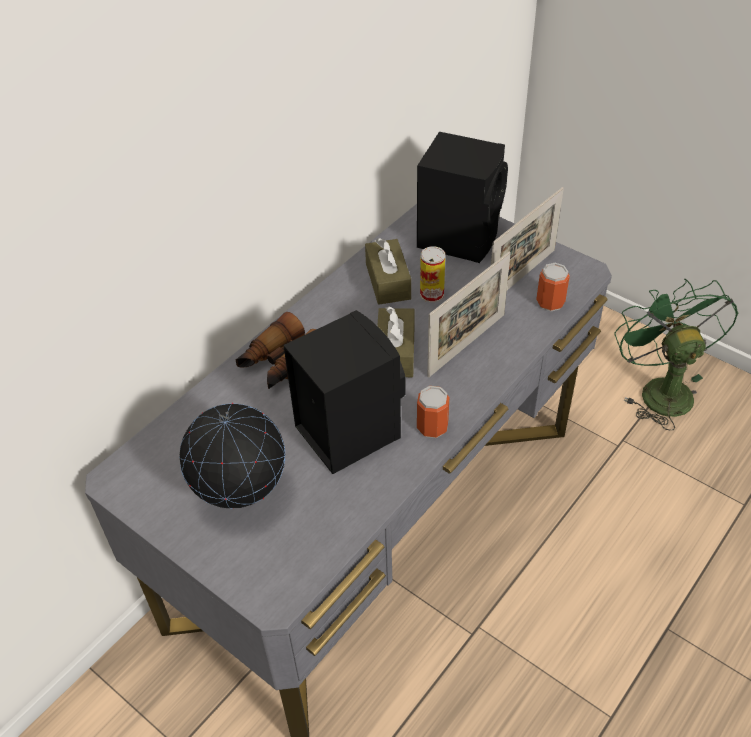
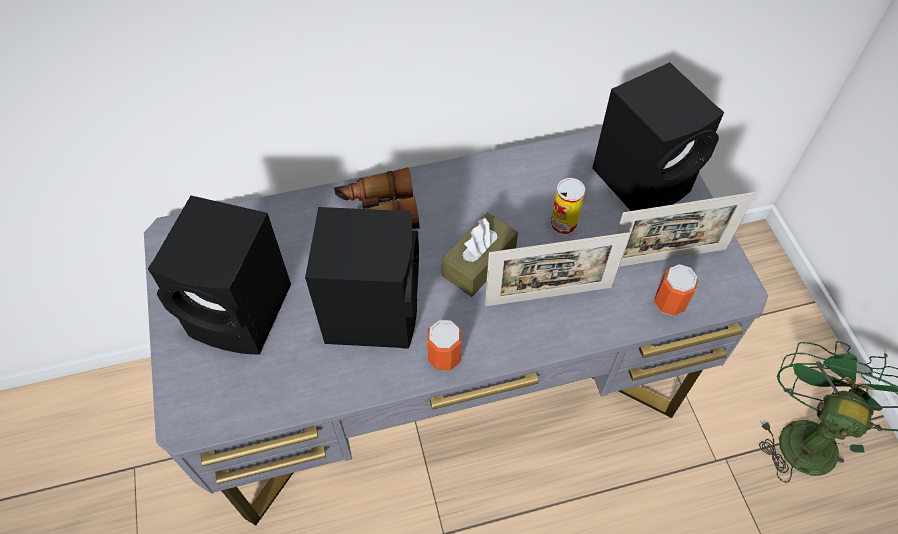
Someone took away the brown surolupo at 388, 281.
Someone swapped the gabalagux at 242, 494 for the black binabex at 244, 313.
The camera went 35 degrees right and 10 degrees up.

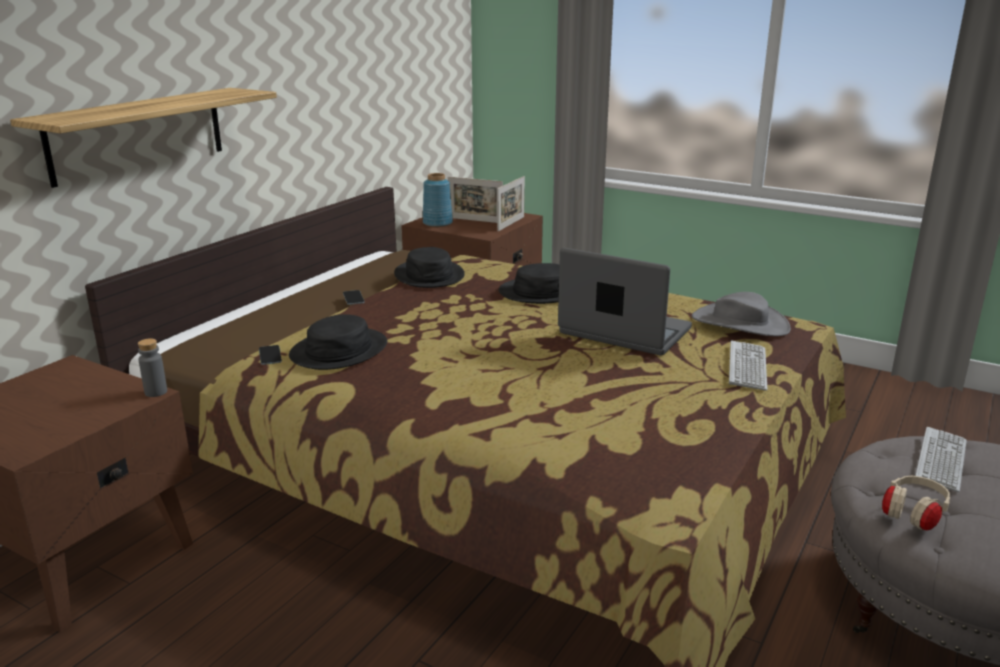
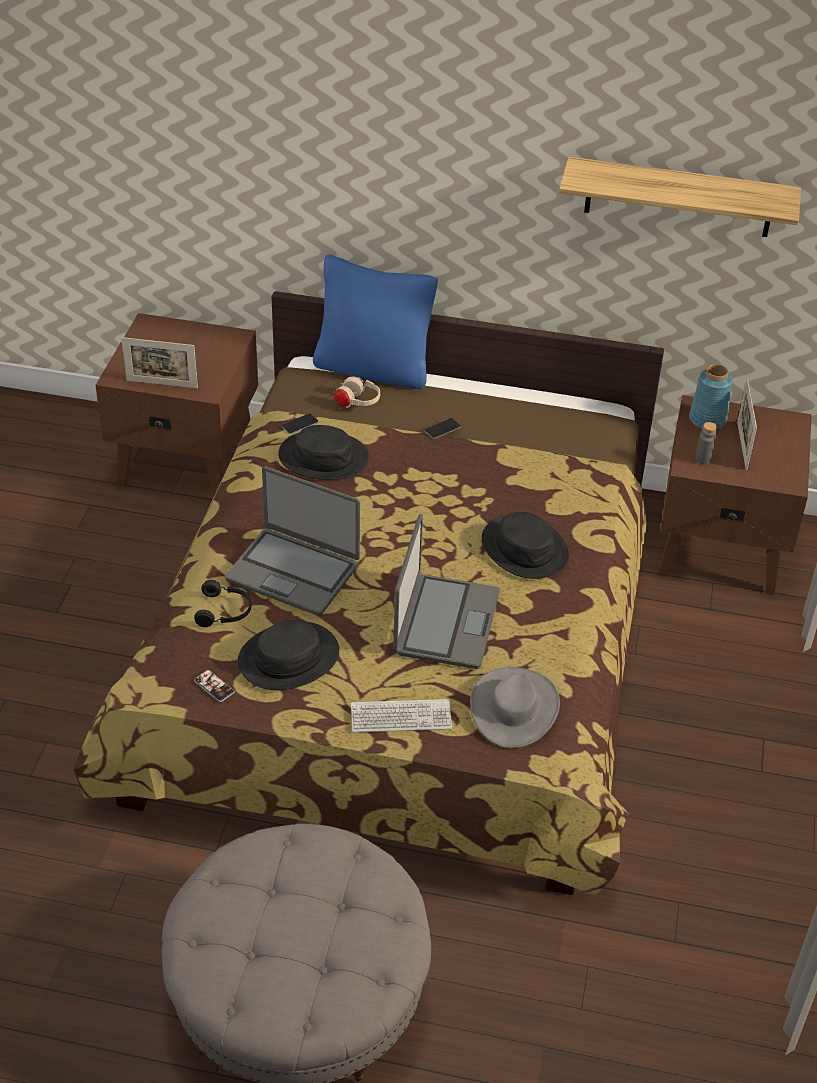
Someone carried the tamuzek from 138, 134 to 679, 197.
Someone carried the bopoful from 511, 224 to 162, 384.
Someone carried the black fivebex from 429, 275 to 289, 658.
Someone carried the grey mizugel from 156, 392 to 703, 459.
Someone took away the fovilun at 941, 460.
Someone carried the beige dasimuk from 913, 516 to 357, 403.
Someone put down the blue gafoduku at 373, 368.
Someone put down the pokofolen at 293, 572.
Someone put down the black dasimuk at 225, 611.
Someone put down the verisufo at 214, 686.
The camera went 70 degrees right and 20 degrees up.

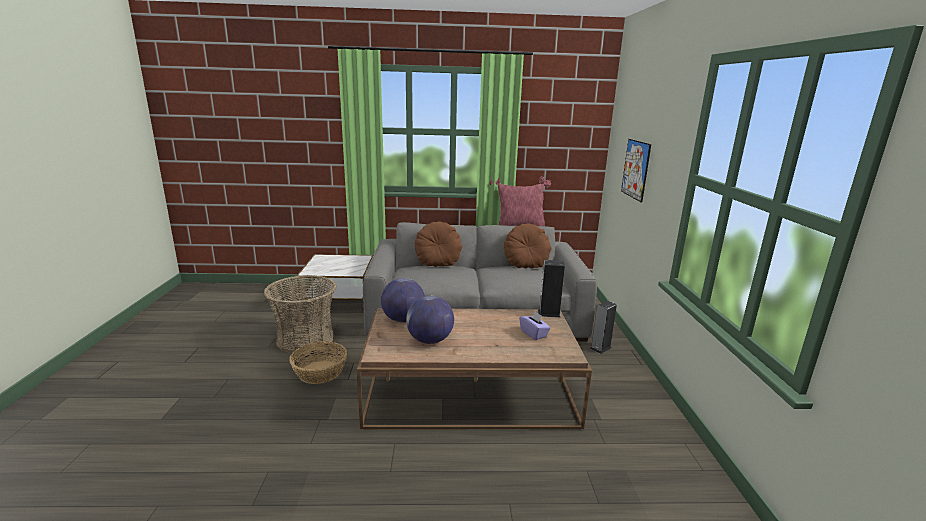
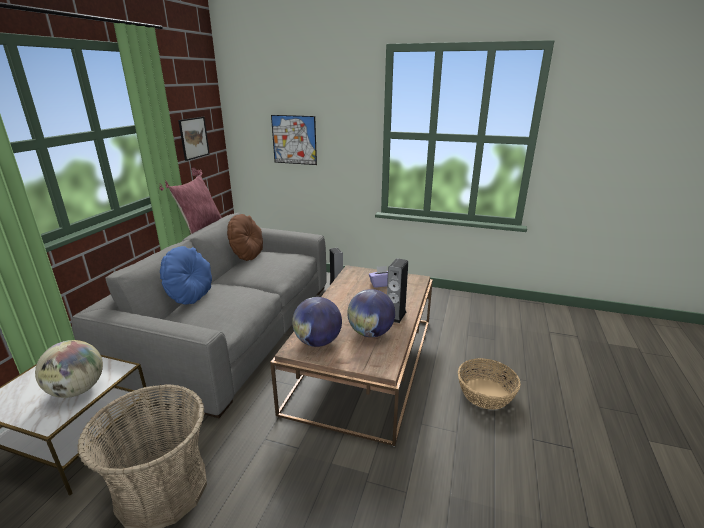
Someone repainted the brown gafoduku at 438, 264, which became the blue gafoduku at 191, 298.
Someone carried the binabex from 549, 313 to 395, 315.
Someone carried the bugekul from 320, 372 to 485, 393.
Someone put up the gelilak at 194, 138.
Someone put down the gabalagux at 77, 390.
The camera went 70 degrees left and 5 degrees up.

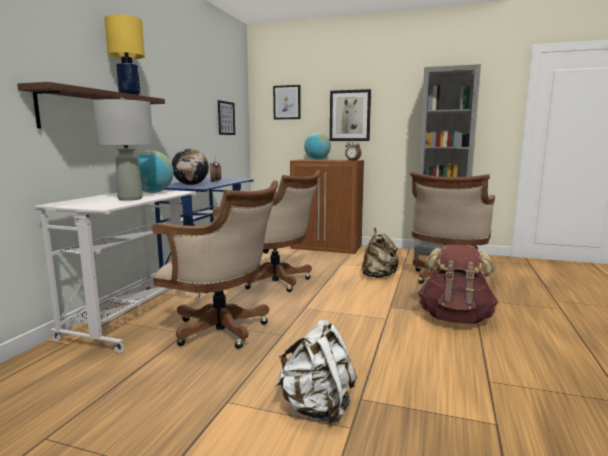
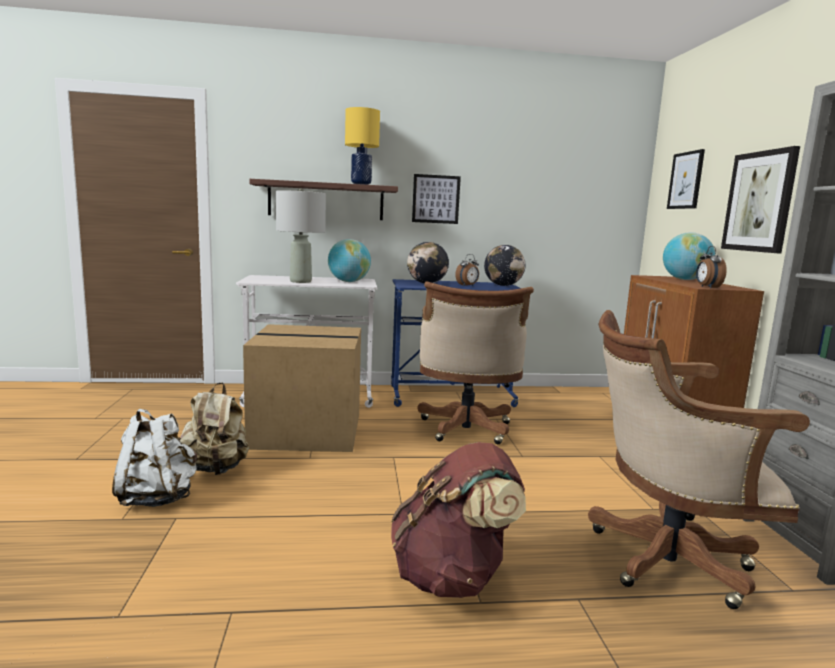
Someone carried the gelilak from 226, 118 to 436, 199.
Someone swapped the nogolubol at 224, 330 for the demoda at 305, 431.
Someone carried the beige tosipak from 378, 276 to 216, 469.
Someone put down the gabalagux at 503, 285.
The camera went 65 degrees right and 0 degrees up.

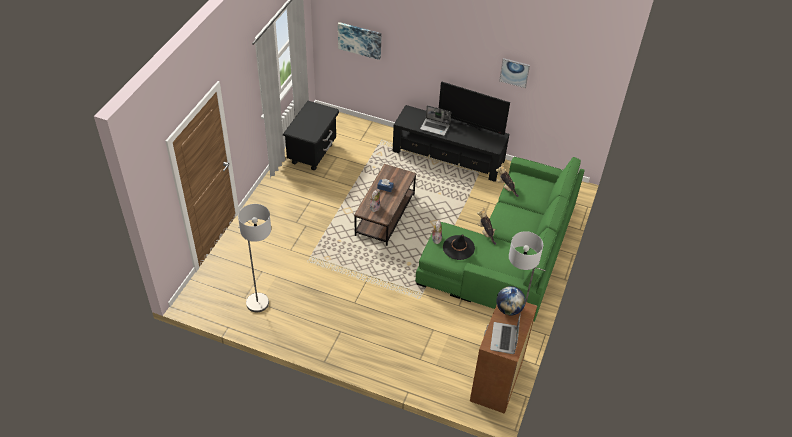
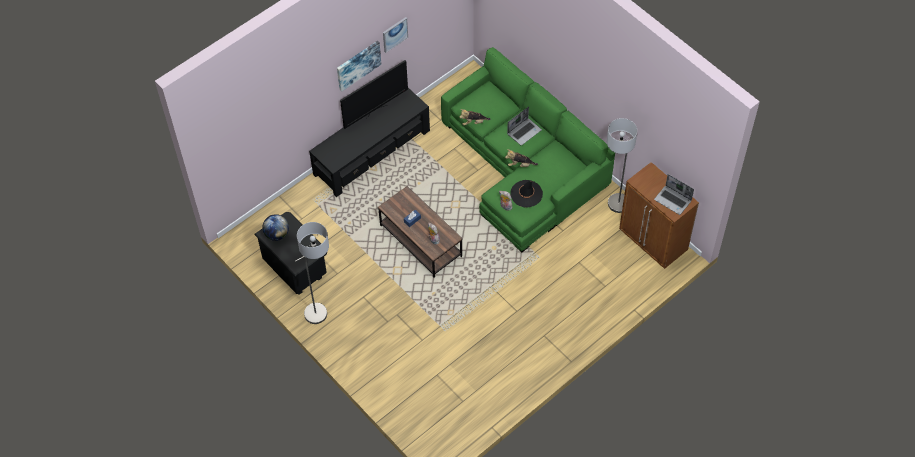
Someone carried the gelilak from 360, 40 to 358, 65.
Someone carried the pokofolen from 435, 127 to 524, 131.
Someone carried the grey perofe from 263, 306 to 321, 310.
Someone carried the gabalagux from 508, 309 to 277, 234.
The camera went 60 degrees left and 10 degrees up.

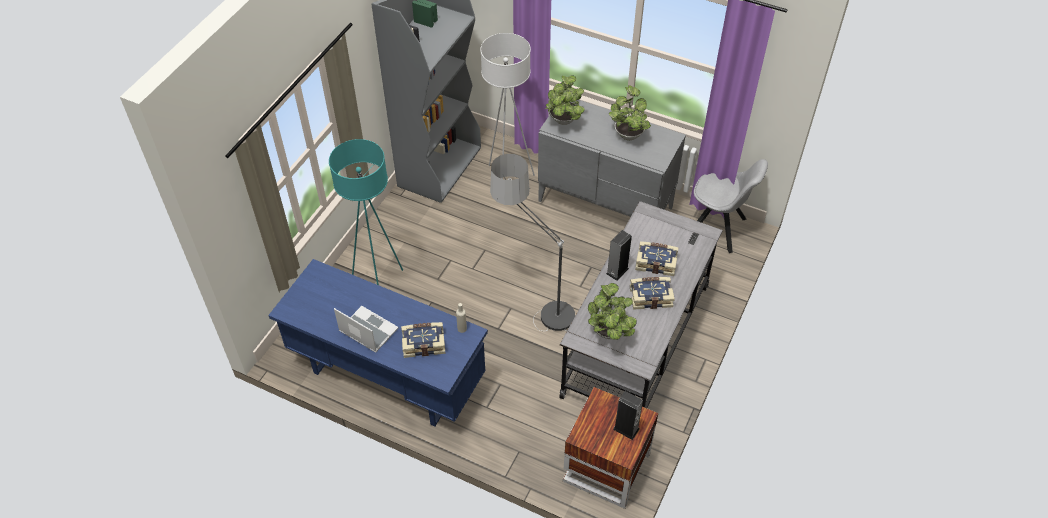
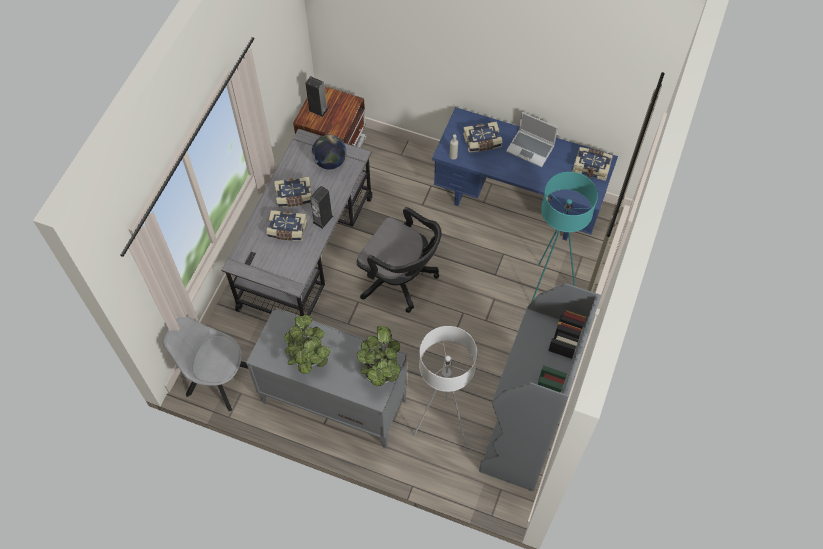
Someone swapped the perofe at 534, 304 for the black nogolubol at 400, 279.
Someone swapped the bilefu at 609, 334 for the gabalagux at 330, 162.
Someone put down the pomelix at 591, 166.
The camera went 175 degrees right and 10 degrees up.

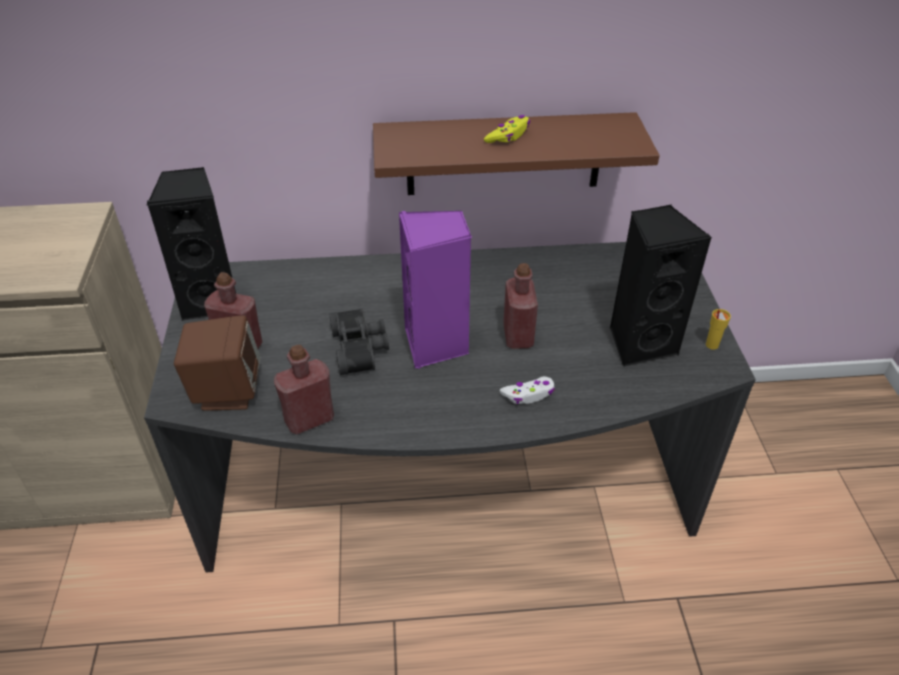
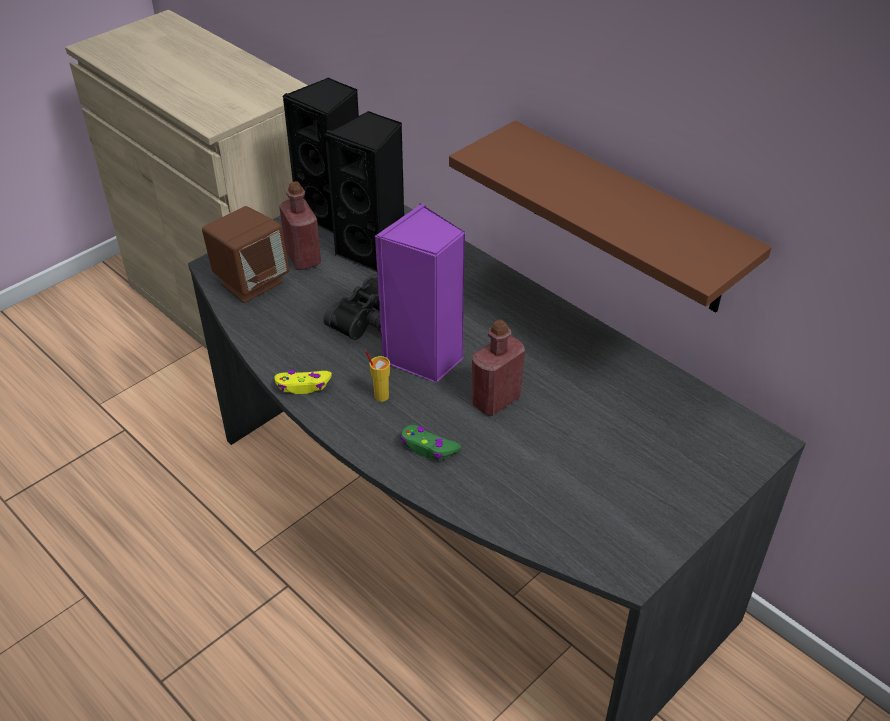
Someone carried the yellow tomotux from 508, 136 to 303, 386.
Someone carried the black binabex from 640, 343 to 374, 252.
Someone carried the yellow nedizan from 711, 345 to 381, 396.
Someone took away the red mizugel at 309, 419.
Someone repainted the white tomotux at 528, 394, which became the green tomotux at 428, 447.
The camera went 50 degrees right and 0 degrees up.

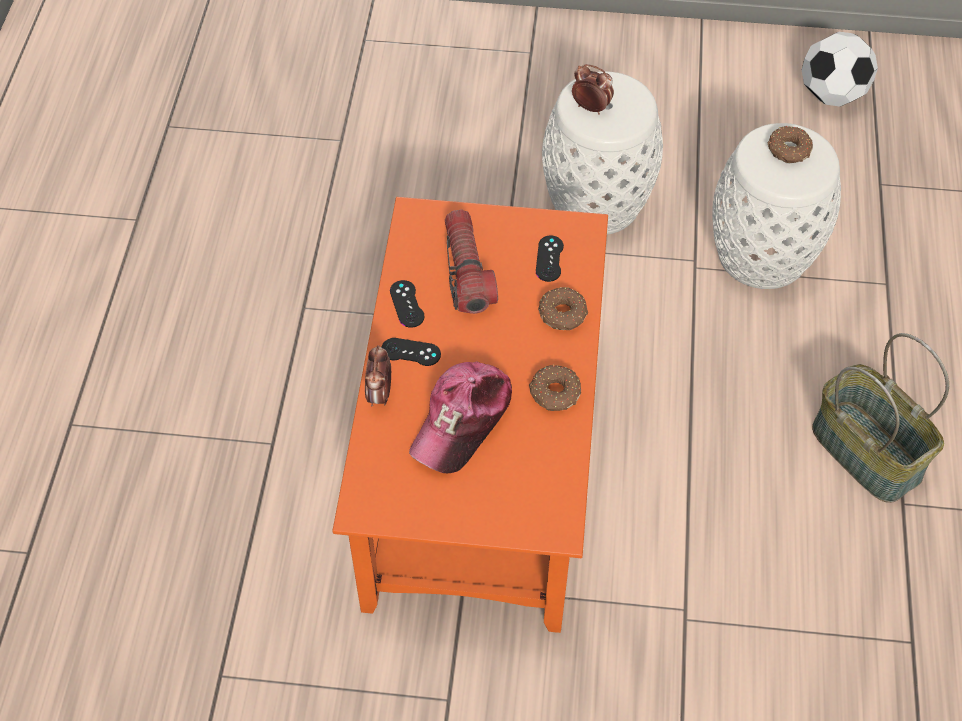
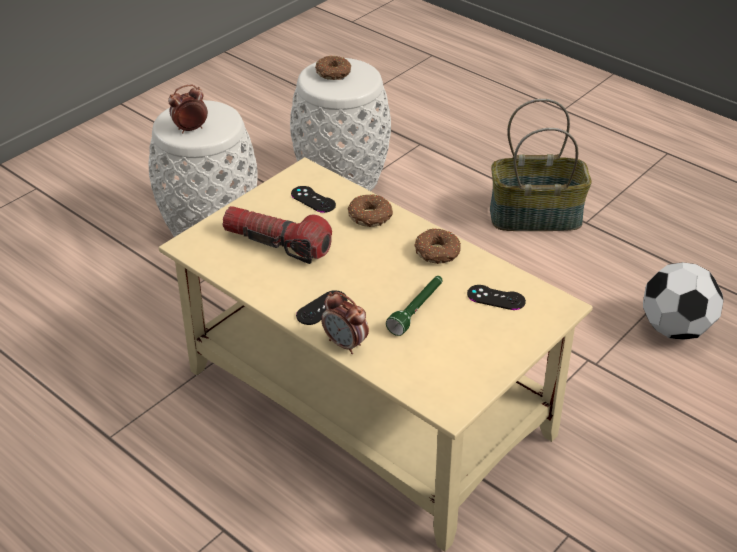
Someone carried the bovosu from 831, 95 to 675, 329.
Someone repainted the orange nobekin at 482, 463, which became the beige nobekin at 371, 403.
Someone carried the black tomotux from 407, 304 to 496, 298.
Someone swapped the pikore at 462, 421 for the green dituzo at 417, 310.
The camera went 55 degrees left and 15 degrees down.

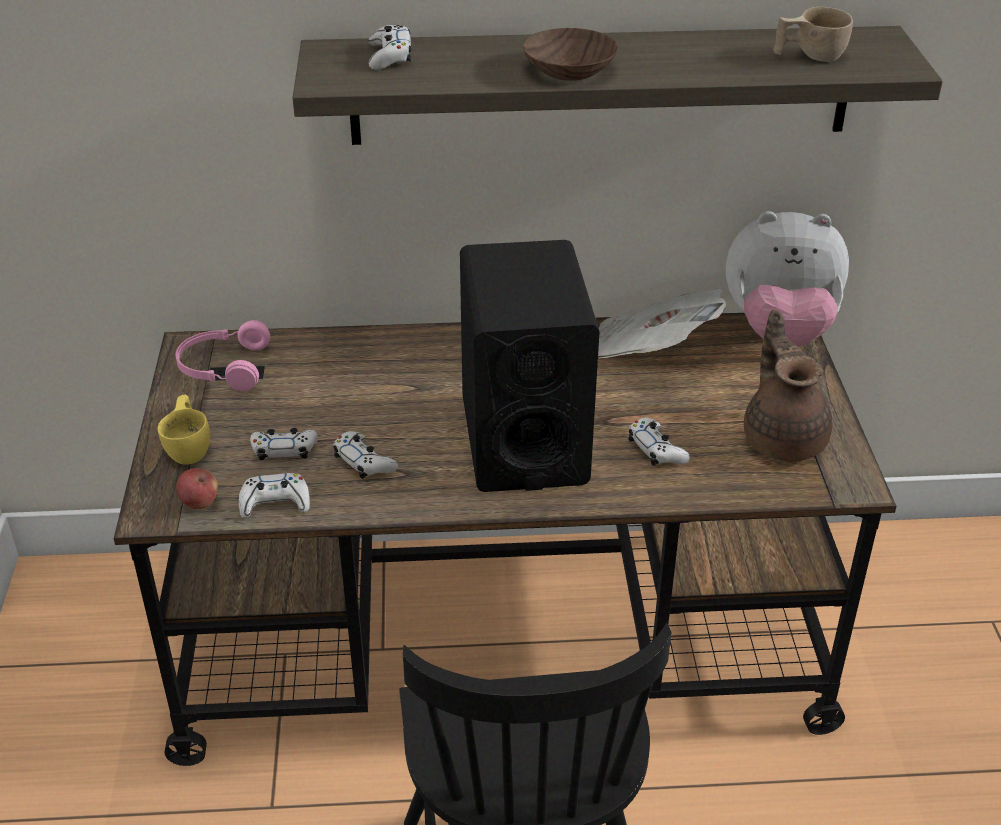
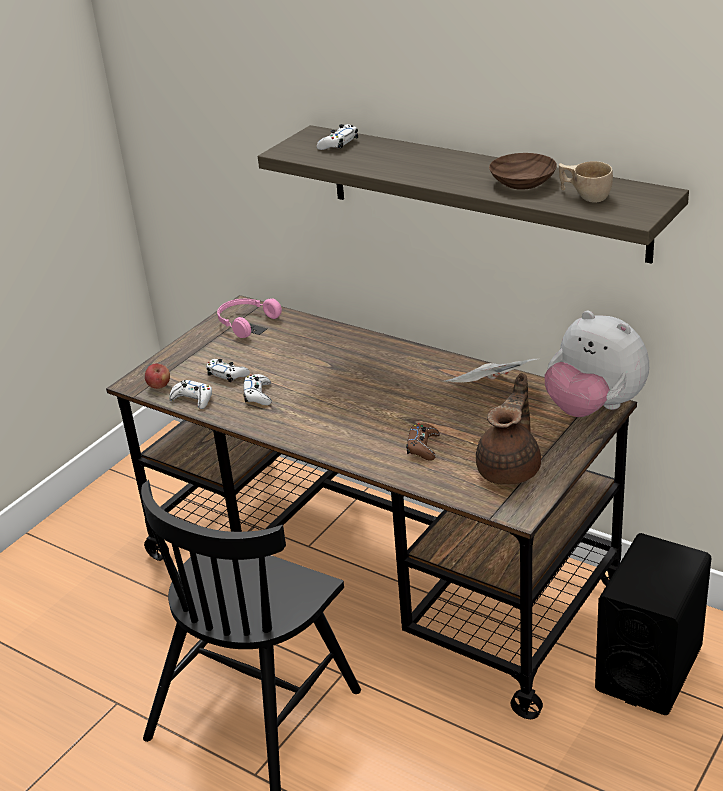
Someone carried the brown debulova from 570, 69 to 524, 181.
Someone carried the black binabex from 523, 439 to 649, 668.
Someone took away the yellow nedizan at 190, 447.
Someone repainted the white tomotux at 656, 449, which became the brown tomotux at 423, 447.
The camera went 40 degrees right and 5 degrees down.

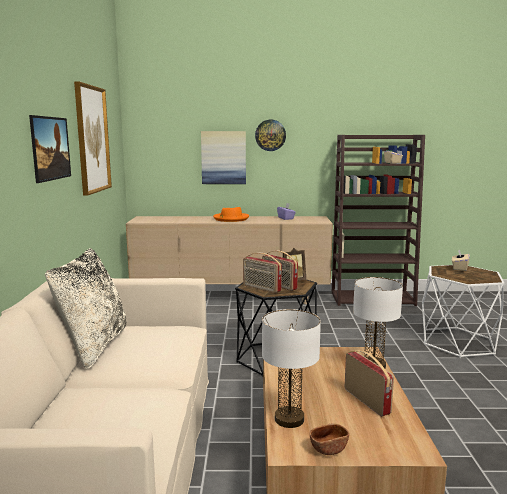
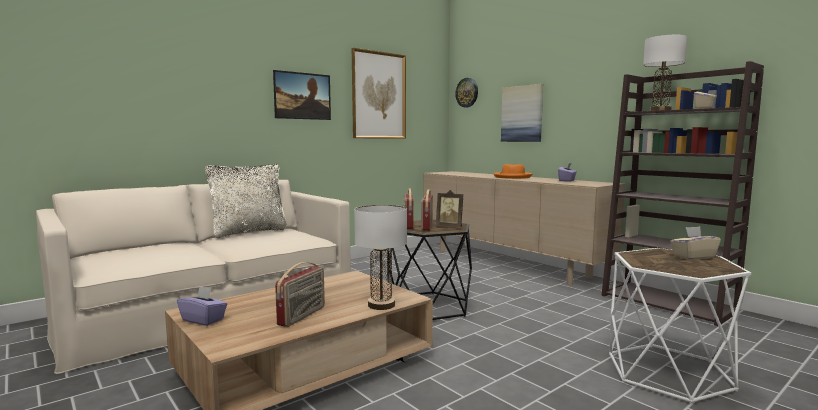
Someone carried the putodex from 270, 135 to 467, 92.
Someone carried the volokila from 289, 419 to 660, 111.
Someone swapped the brown debulova at 328, 448 for the purple surolupo at 203, 320.
The camera went 50 degrees right and 5 degrees down.

